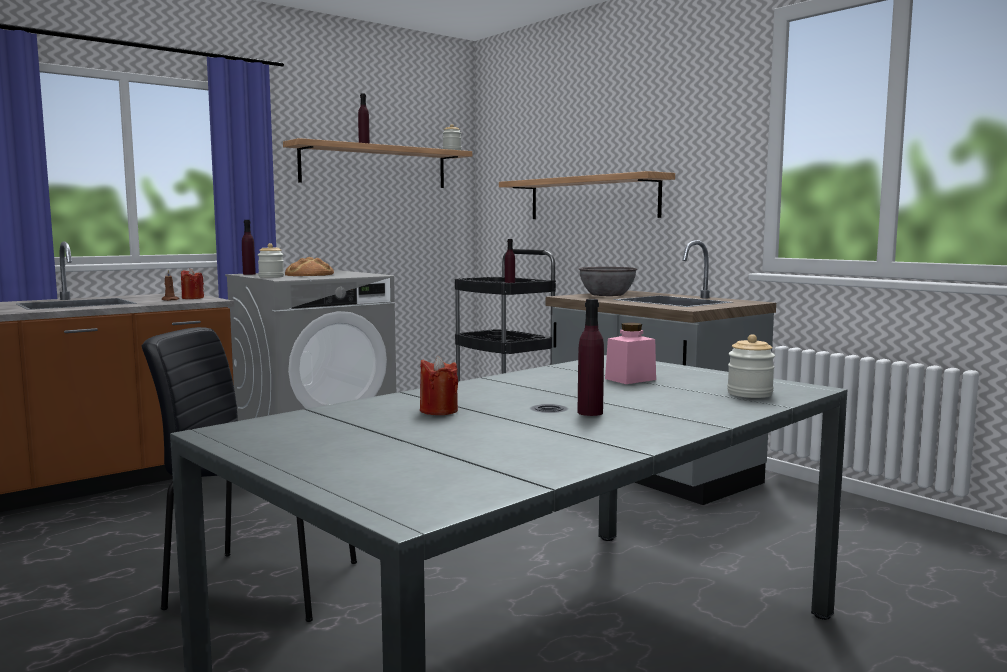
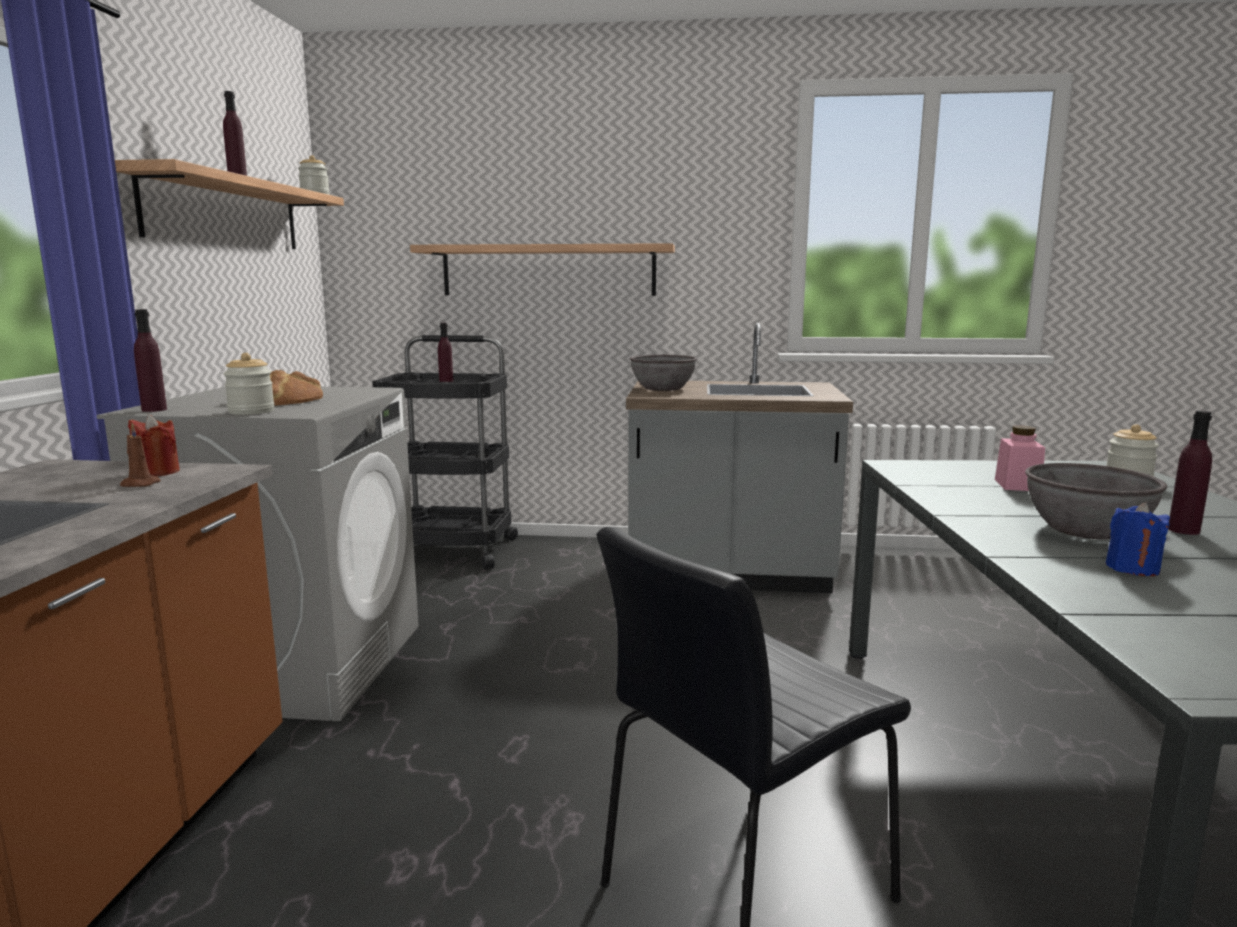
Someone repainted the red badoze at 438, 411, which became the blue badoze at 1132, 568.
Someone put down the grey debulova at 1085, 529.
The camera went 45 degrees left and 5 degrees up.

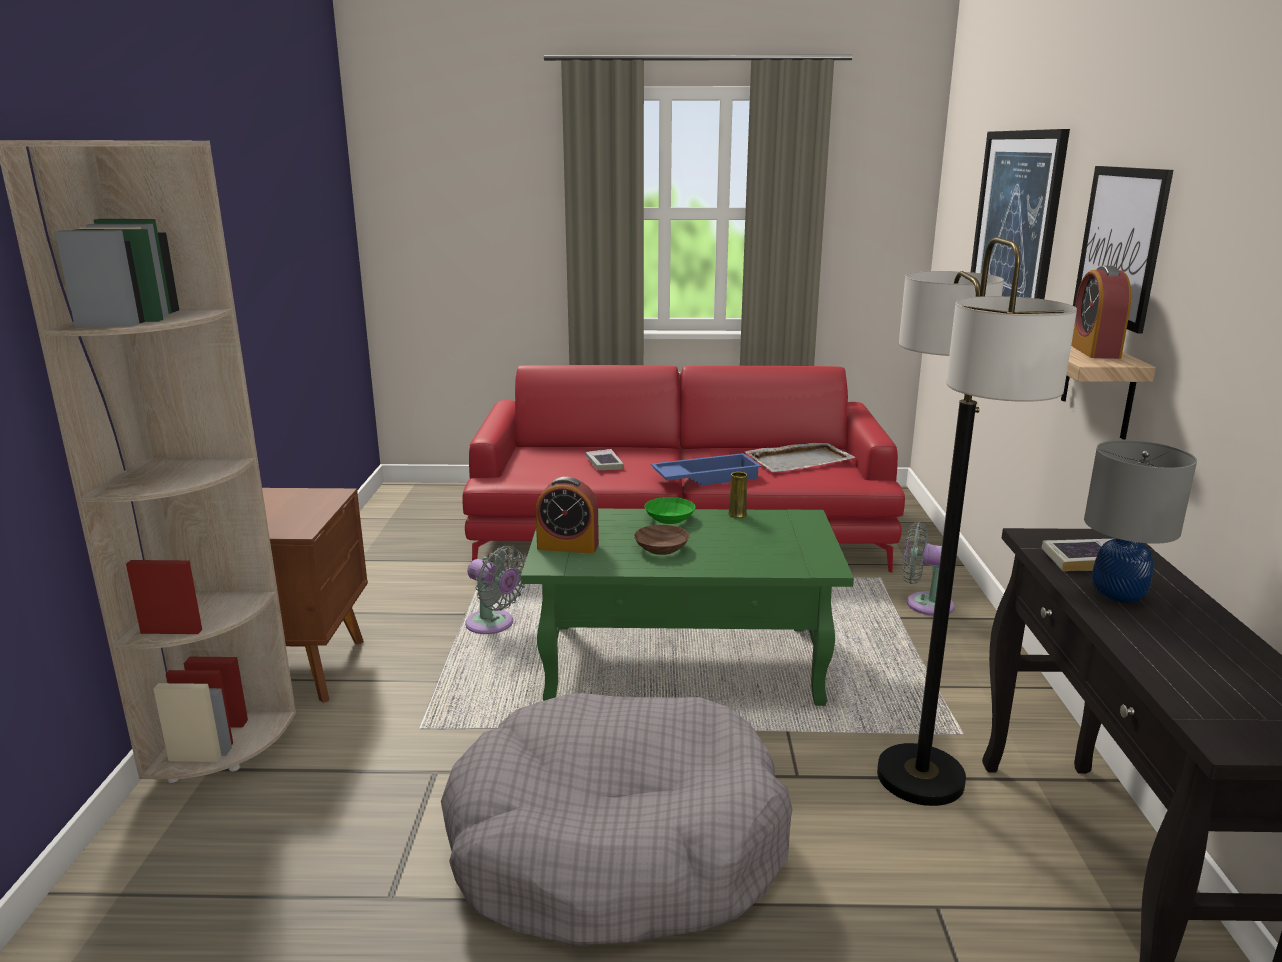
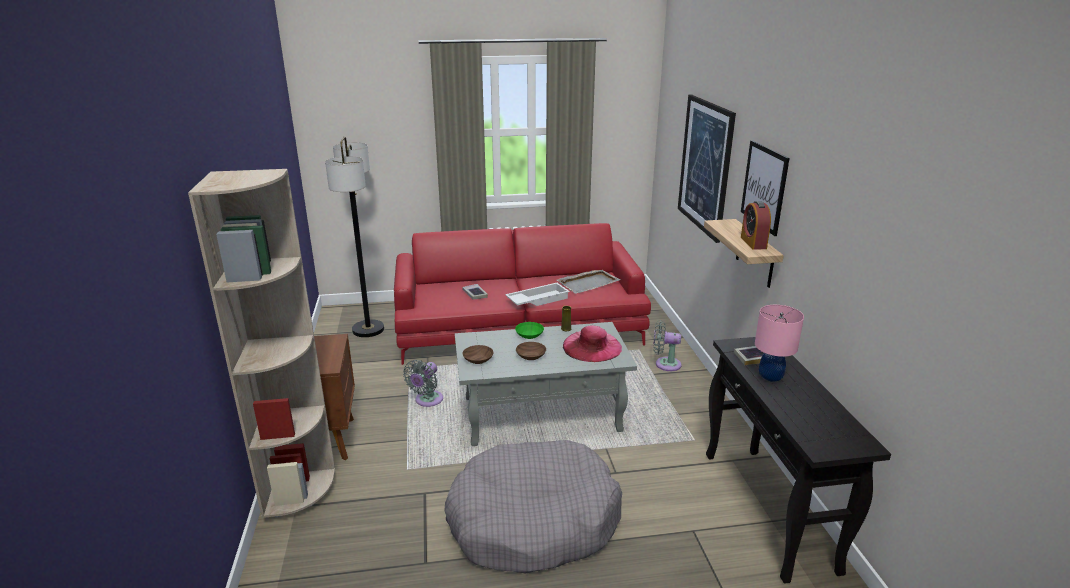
Someone carried the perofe from 920, 777 to 368, 329.
Someone repainted the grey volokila at 1116, 596, which became the pink volokila at 770, 378.
Someone repainted the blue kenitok at 705, 477, which became the white kenitok at 537, 299.
Someone swapped the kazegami at 568, 546 for the brown debulova at 478, 359.
Someone repainted the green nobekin at 684, 663, which became the grey nobekin at 542, 414.
Someone rotated the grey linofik at 493, 625 by 90 degrees clockwise.
Someone put down the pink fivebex at 592, 346.
The camera went 10 degrees left and 5 degrees up.

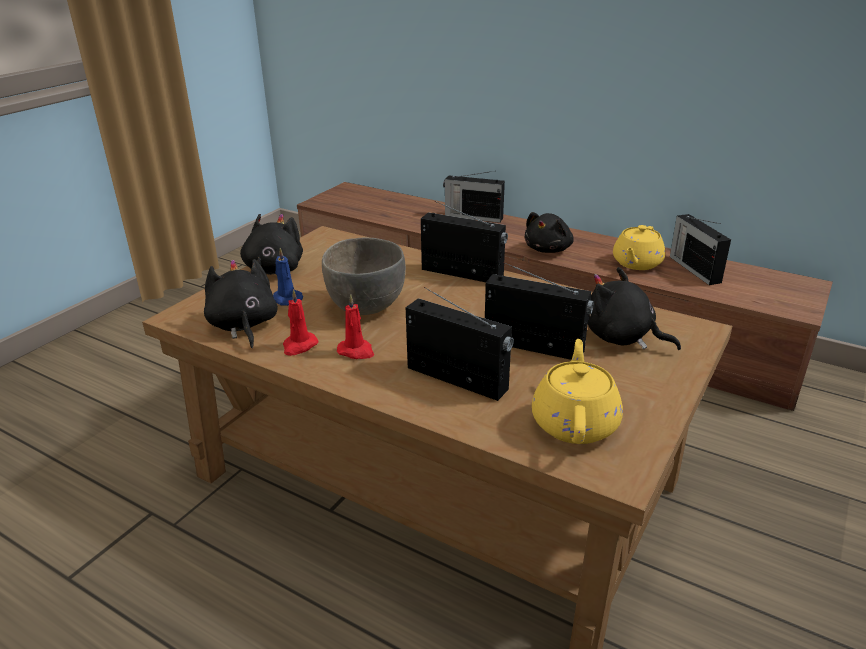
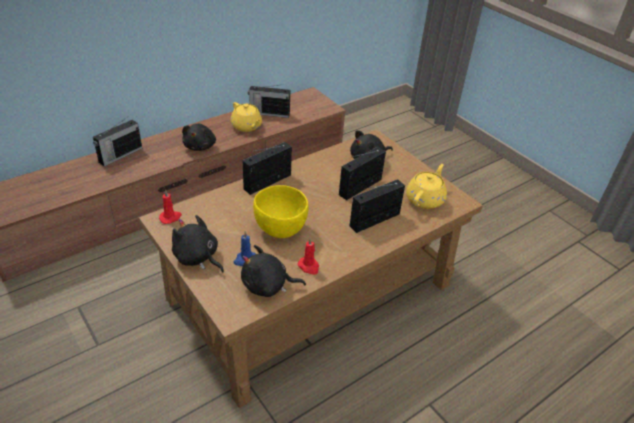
Someone rotated the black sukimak at 549, 249 by 45 degrees clockwise.
Someone repainted the grey debulova at 366, 306, which became the yellow debulova at 280, 229.
Someone carried the red badoze from 356, 351 to 170, 217.
Someone rotated the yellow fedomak at 575, 422 by 90 degrees clockwise.
The camera went 70 degrees left and 10 degrees up.

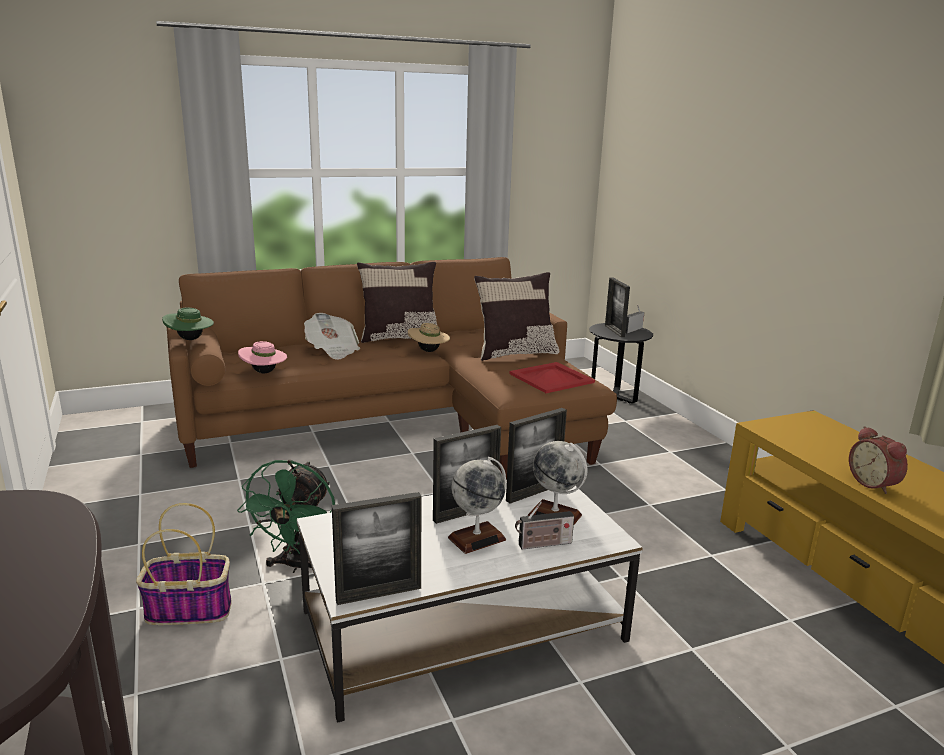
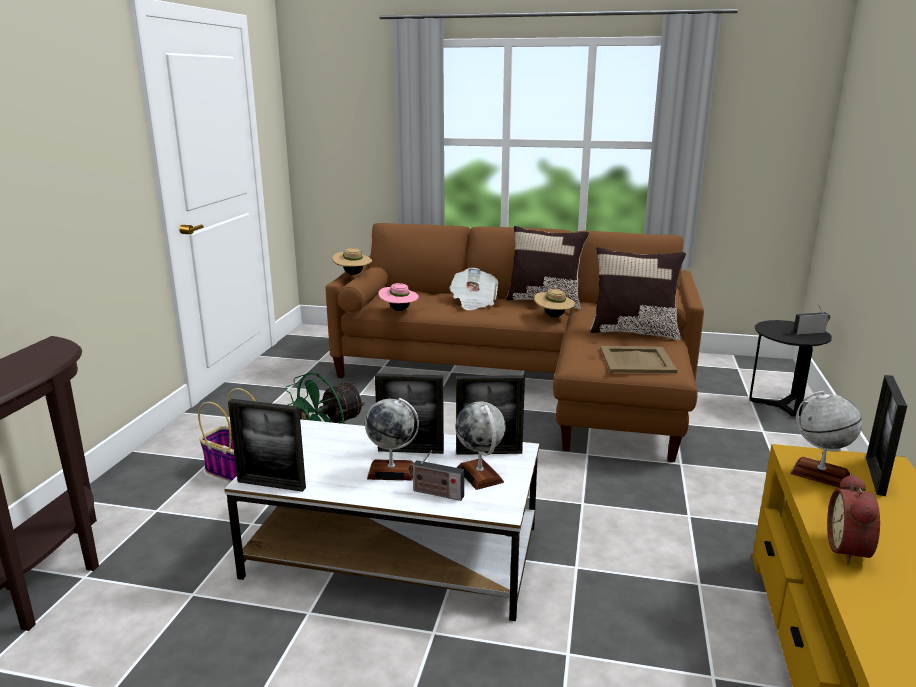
Someone carried the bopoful from 614, 331 to 875, 476.
Someone repainted the green fivebex at 190, 339, which became the beige fivebex at 353, 274.
Someone repainted the red kenitok at 551, 378, which became the beige kenitok at 636, 360.
Someone put down the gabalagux at 819, 474.
The camera went 35 degrees right and 0 degrees up.

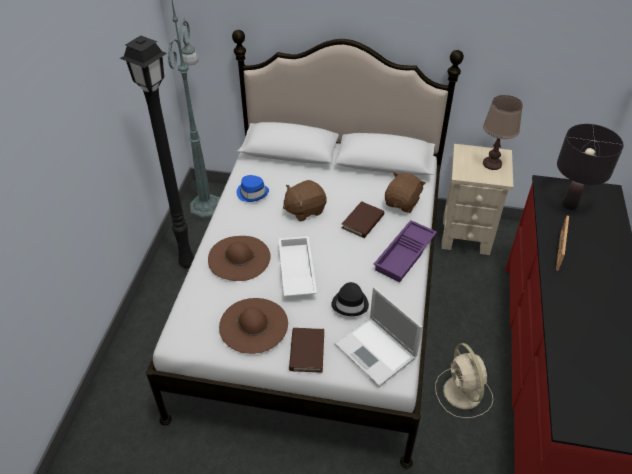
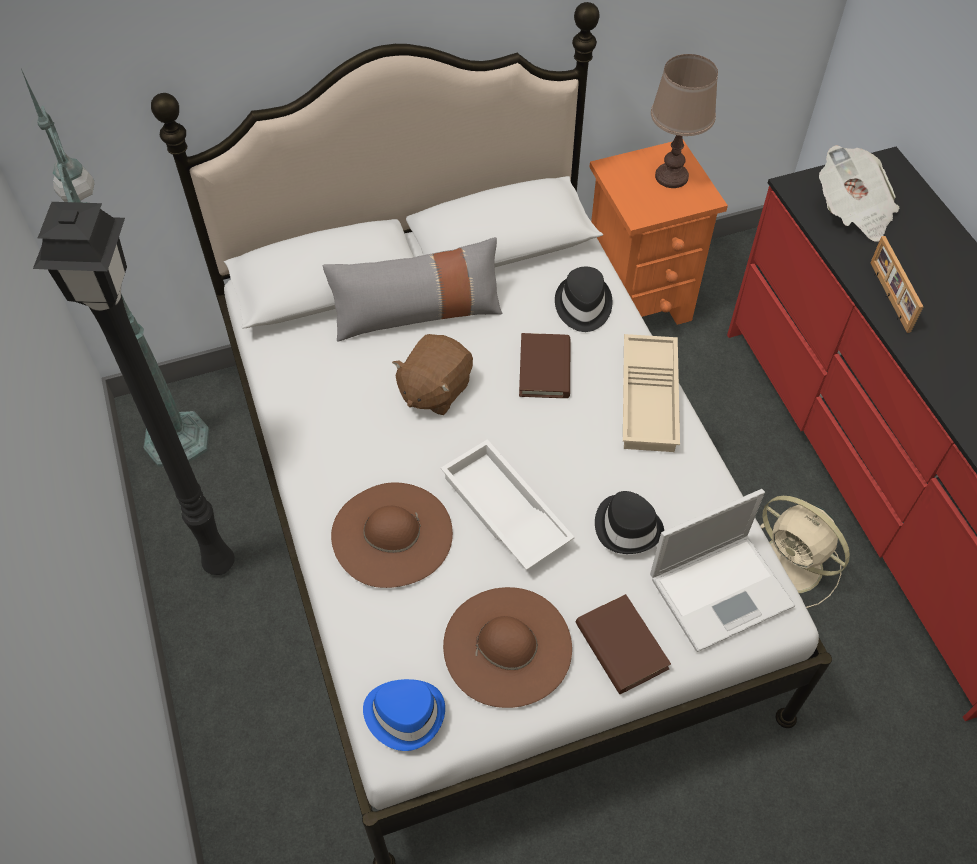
Someone swapped the black volokila at 570, 205 for the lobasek at 853, 211.
Someone repainted the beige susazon at 466, 236, which became the orange susazon at 639, 302.
Someone swapped the brown sukimak at 402, 203 for the black fivebex at 582, 305.
Someone carried the blue fivebex from 252, 193 to 405, 713.
Someone repainted the purple kenitok at 405, 255, which became the beige kenitok at 651, 399.
Someone rotated the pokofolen at 376, 352 by 45 degrees counterclockwise.
Someone put down the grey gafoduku at 417, 313.
The camera went 30 degrees left and 10 degrees up.

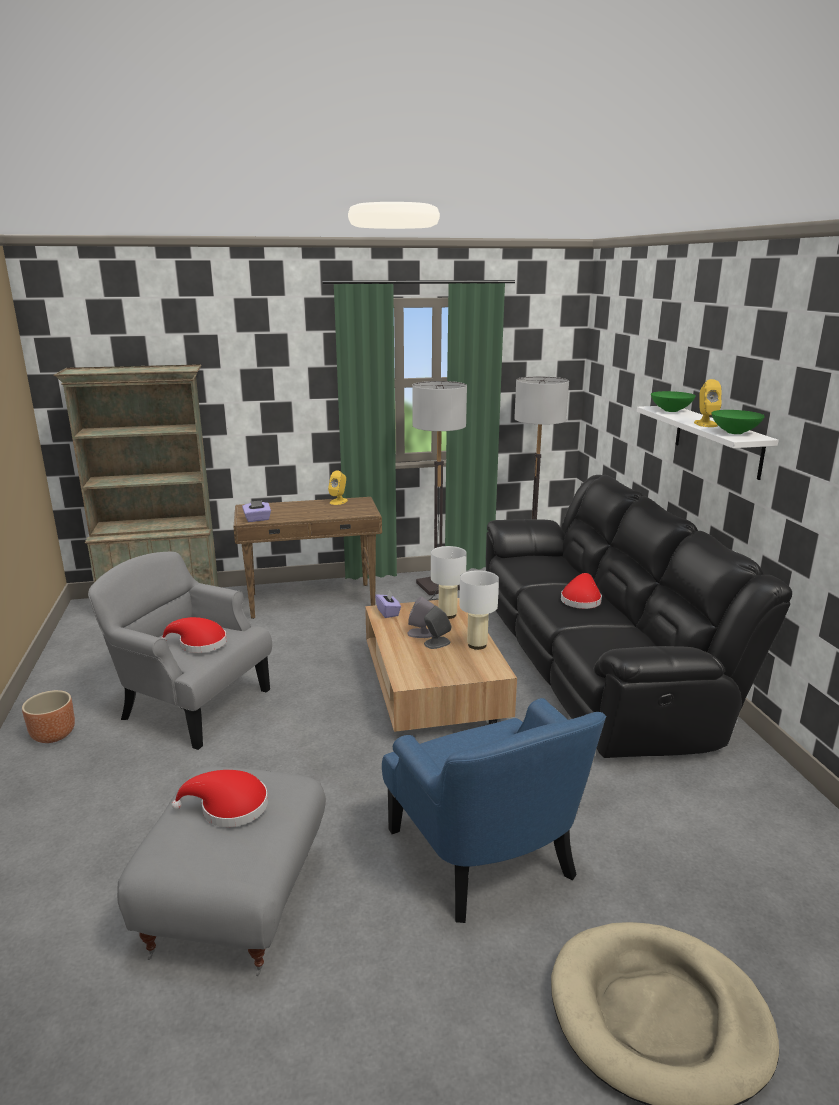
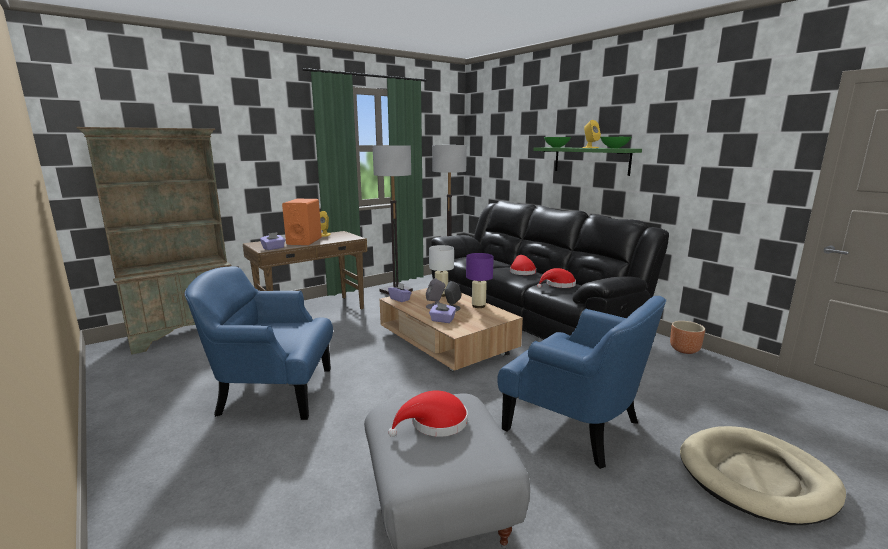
Someone repainted the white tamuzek at 717, 440, which became the green tamuzek at 591, 160.
Someone repainted the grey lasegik at 192, 704, which became the blue lasegik at 273, 392.
Someone repainted the white volokila at 477, 645, which became the purple volokila at 478, 306.
Someone carried the red fivebex from 199, 644 to 558, 285.
Someone carried the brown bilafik from 54, 735 to 685, 350.
Someone put down the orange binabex at 304, 241.
Someone put down the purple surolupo at 442, 320.
The camera went 25 degrees left and 5 degrees down.

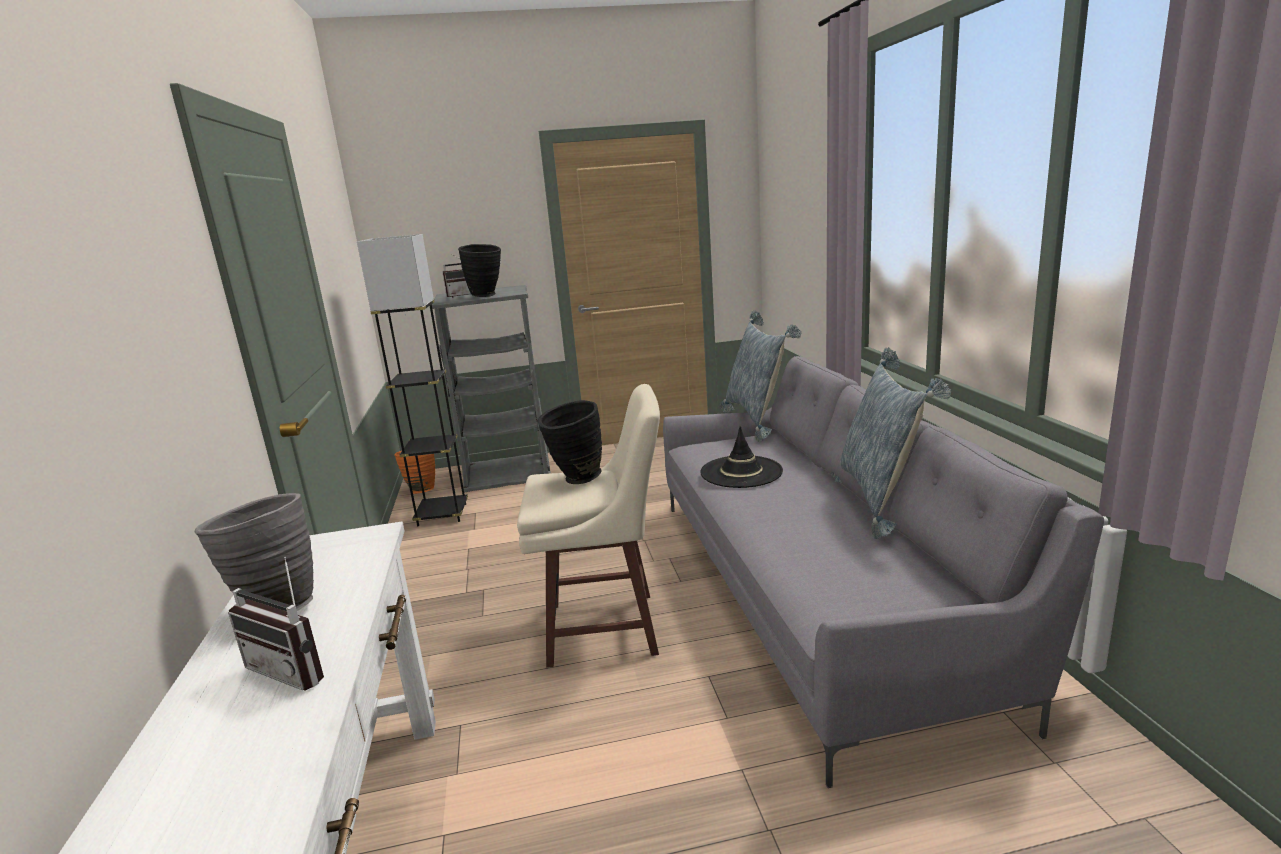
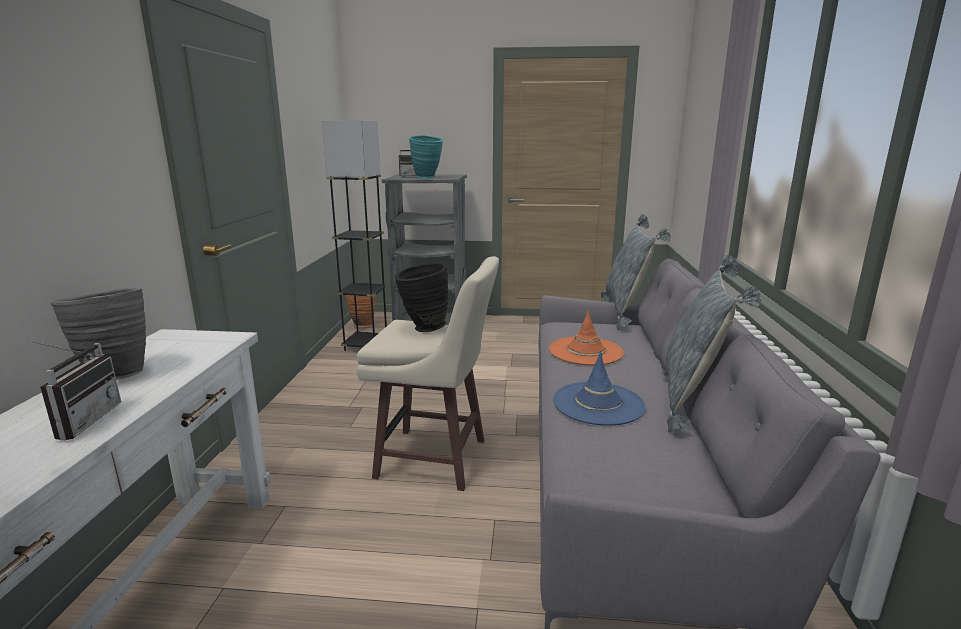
Someone repainted the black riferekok at 487, 296, which became the turquoise riferekok at 427, 178.
Someone repainted the black fivebex at 741, 472, which became the orange fivebex at 585, 351.
Someone rotated the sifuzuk at 296, 668 by 135 degrees counterclockwise.
Someone put down the blue fivebex at 598, 403.
The camera went 15 degrees right and 0 degrees up.

